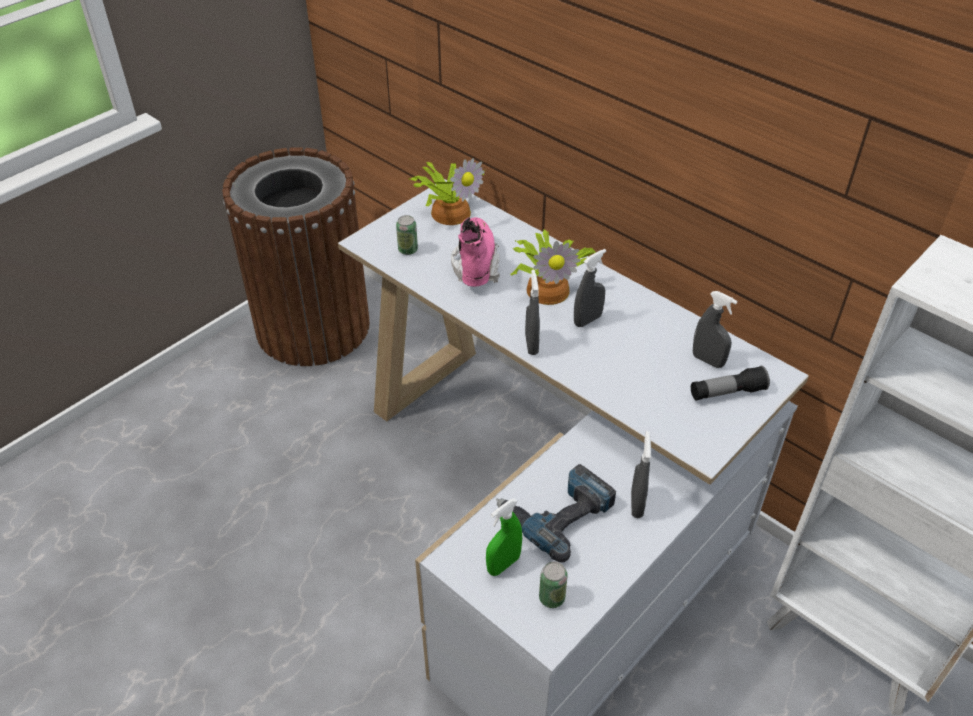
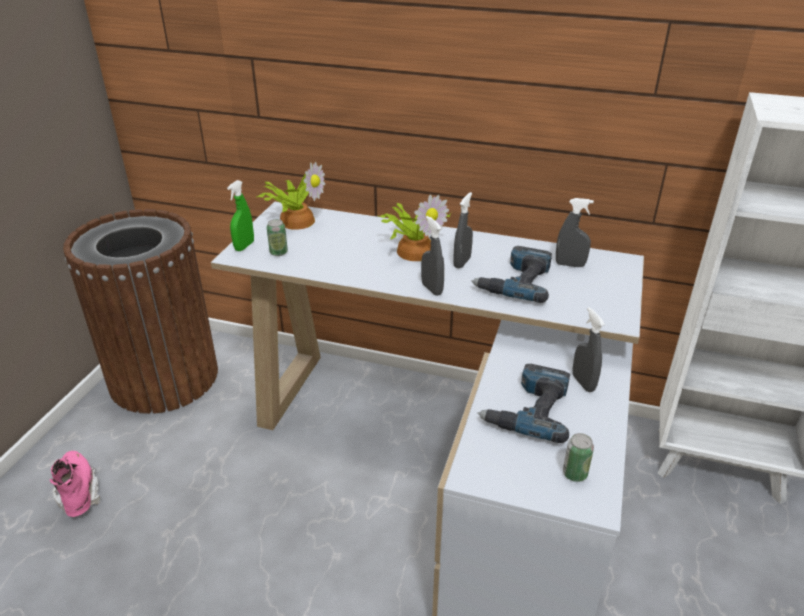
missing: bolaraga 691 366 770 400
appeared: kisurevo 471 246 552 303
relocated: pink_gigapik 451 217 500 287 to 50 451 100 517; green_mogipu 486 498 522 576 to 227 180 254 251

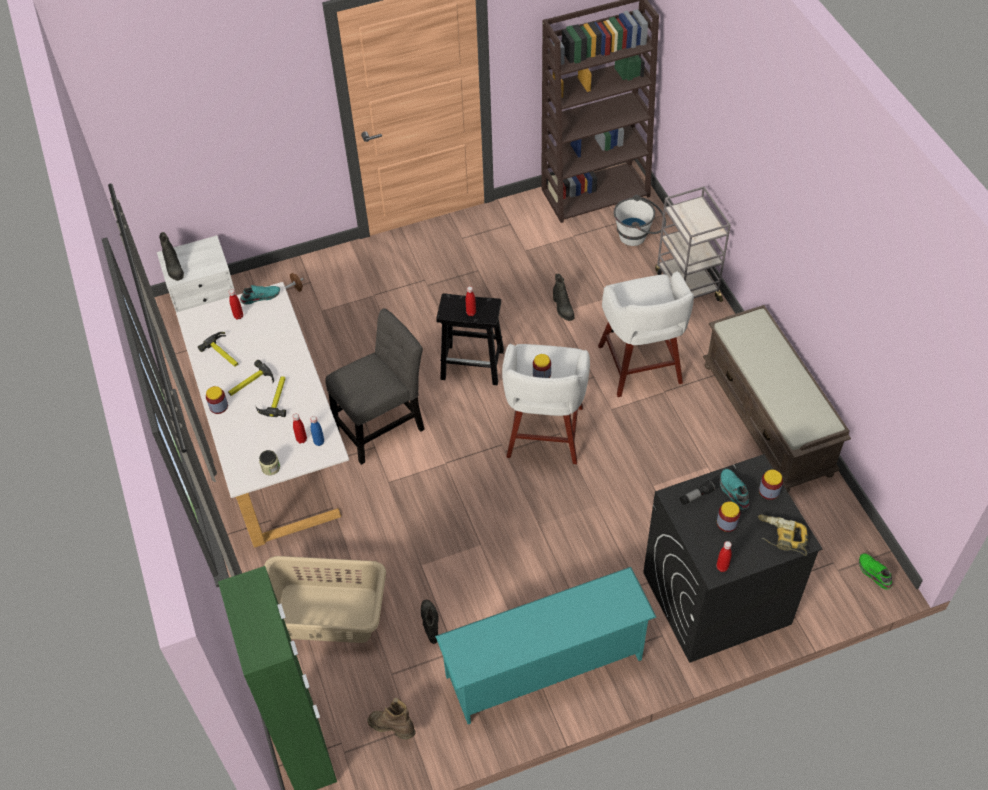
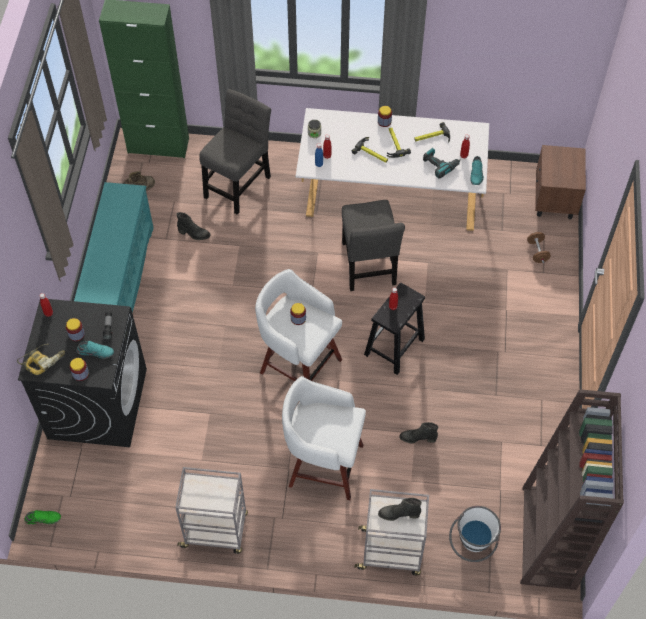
appeared: kisurevo 423 148 461 178
relocated: black_gigapik 159 232 184 281 to 378 498 422 521
exchanged: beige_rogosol 264 556 386 643 to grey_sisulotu 199 89 271 215; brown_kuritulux 703 305 851 492 to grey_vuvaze 175 467 248 554
colour: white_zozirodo 157 235 236 313 to brown_zozirodo 535 145 586 219

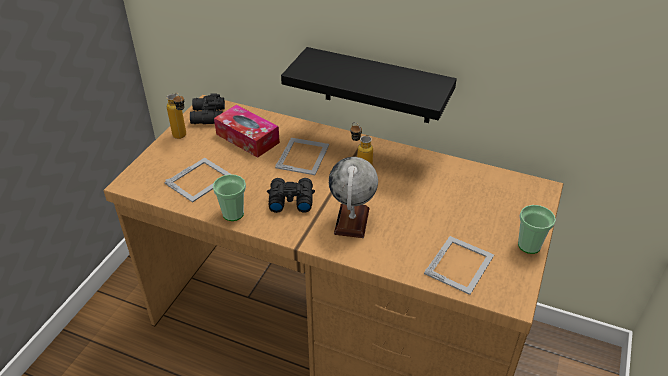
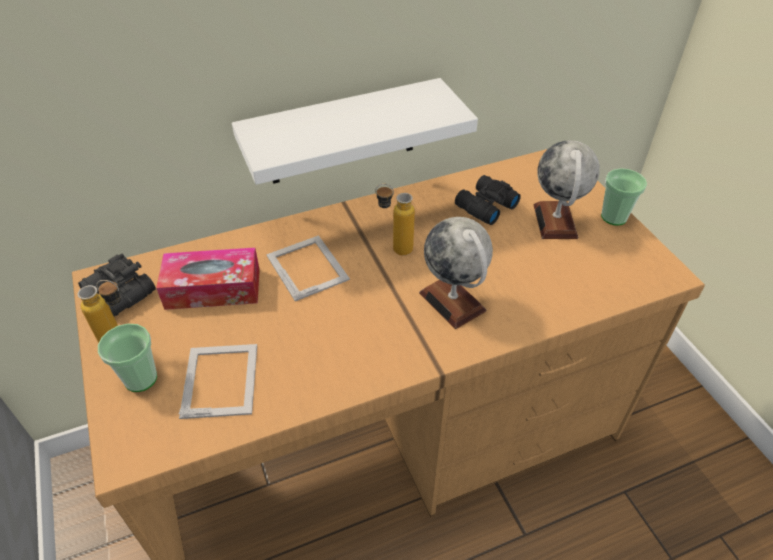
missing: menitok 424 236 494 295
appeared: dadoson 534 140 600 239
relocated: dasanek 213 174 246 221 to 98 324 157 392; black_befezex 267 178 315 213 to 455 175 521 225
colour: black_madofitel 281 47 457 123 to white_madofitel 232 78 478 185

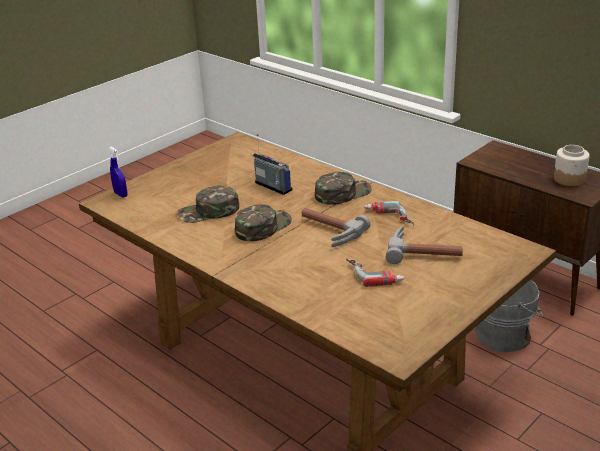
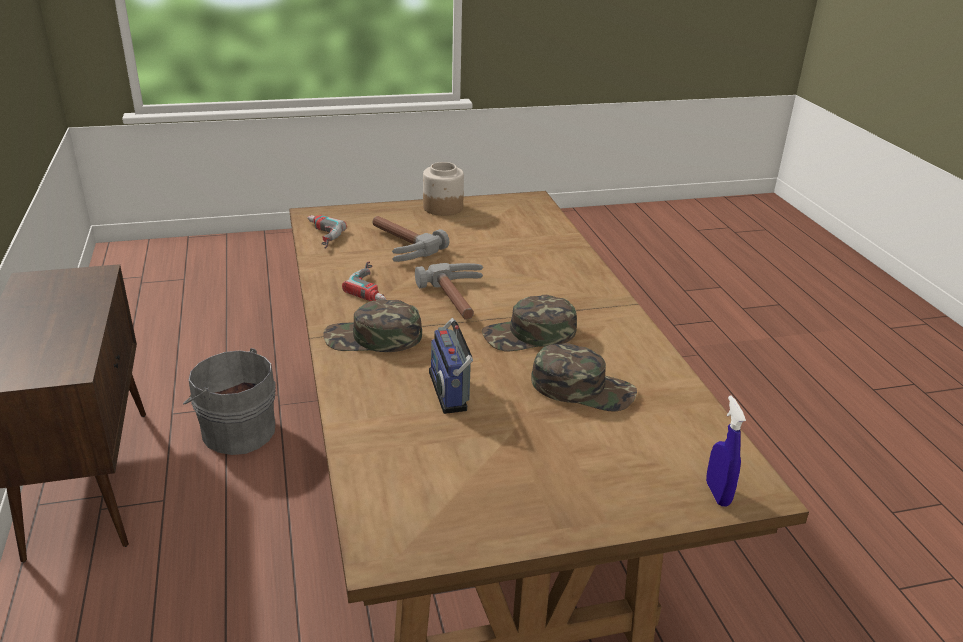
relocated: kisurevo 346 258 405 287 to 307 215 347 249; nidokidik 554 145 590 186 to 423 162 464 216

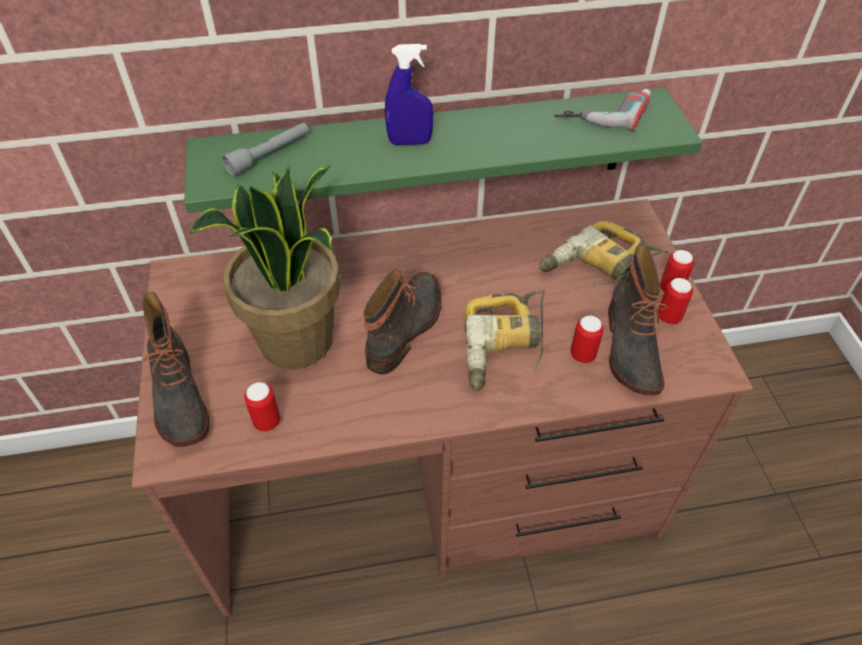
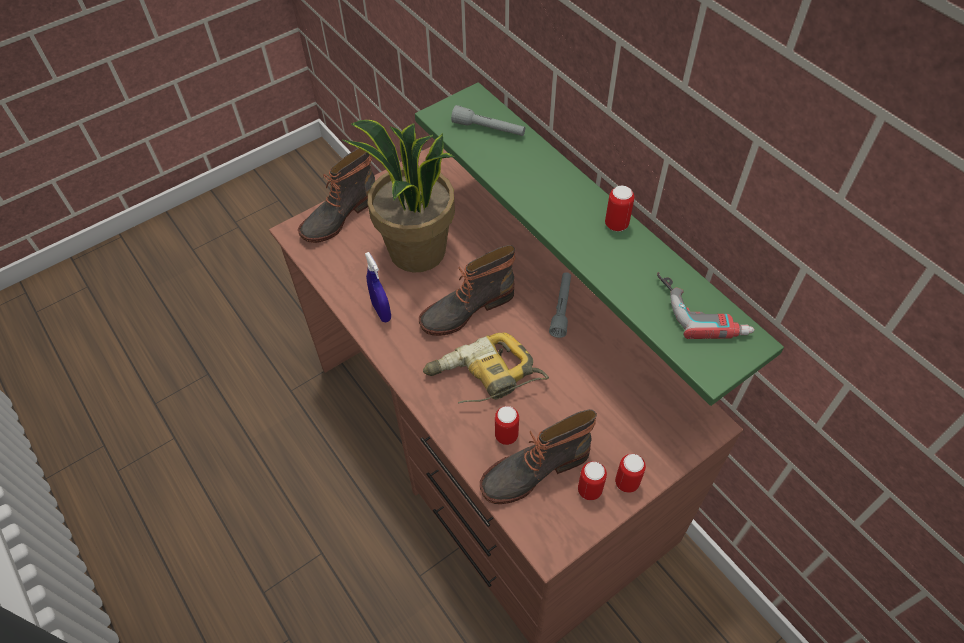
missing: kisurevo 539 221 668 289
appeared: grey_bolaraga 549 272 571 338
relocated: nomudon 244 382 280 431 to 605 185 635 232; blue_mogipu 385 44 434 145 to 365 252 391 322
spun: gigapik 363 269 442 374 = 419 245 515 336 150 degrees clockwise

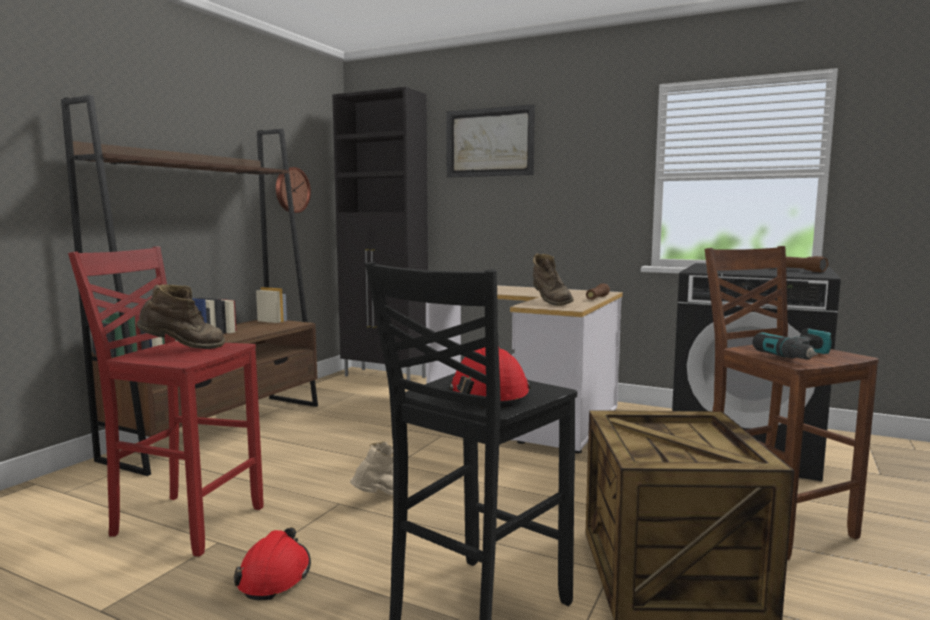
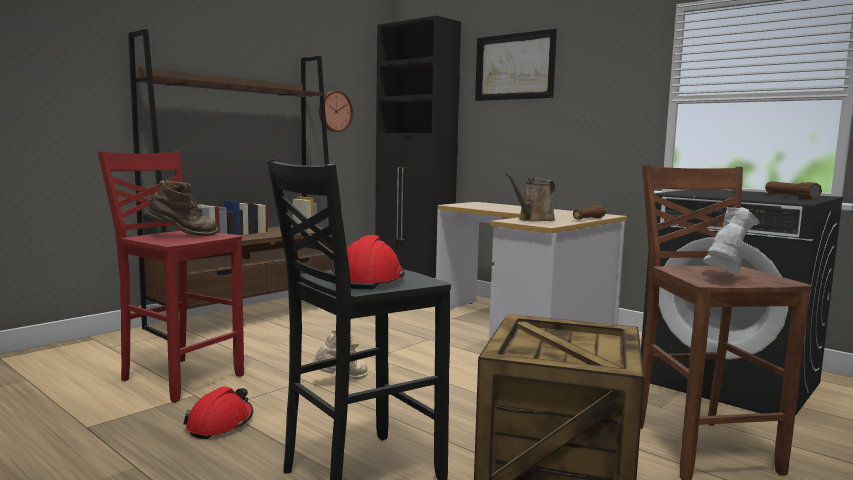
exchanged: brown_gigapik 533 253 574 306 to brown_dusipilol 506 173 556 222; kisurevo 753 328 832 360 to white_gigapik 703 207 760 275

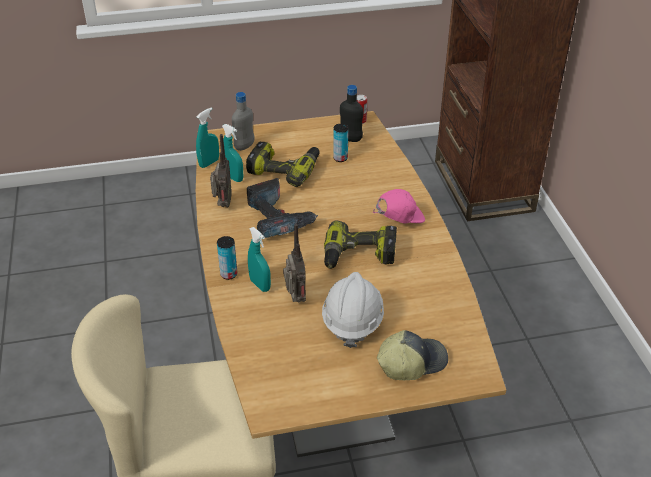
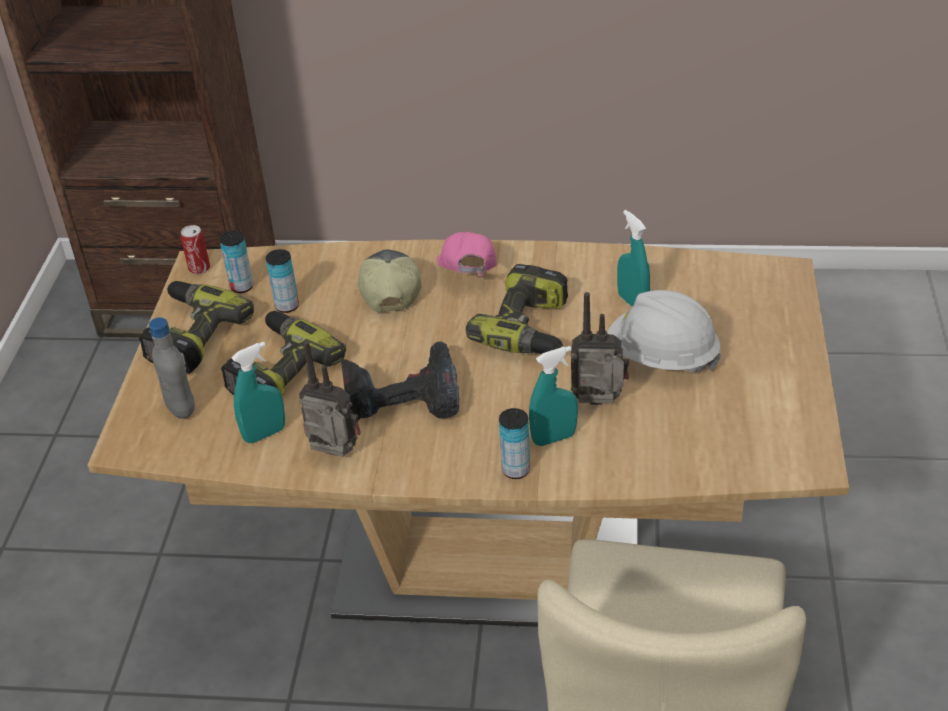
appeared: kisurevo 139 281 254 374
relocated: turquoise_mogipu 196 108 219 168 to 617 210 650 307; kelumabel 377 330 448 380 to 358 249 422 312
exchanged: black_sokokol 340 85 363 142 to nomudon 219 231 253 293

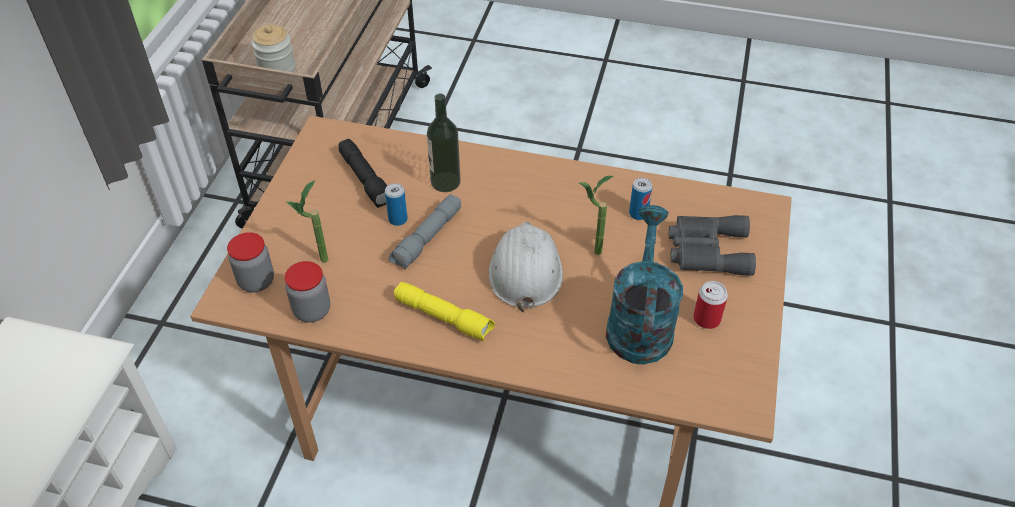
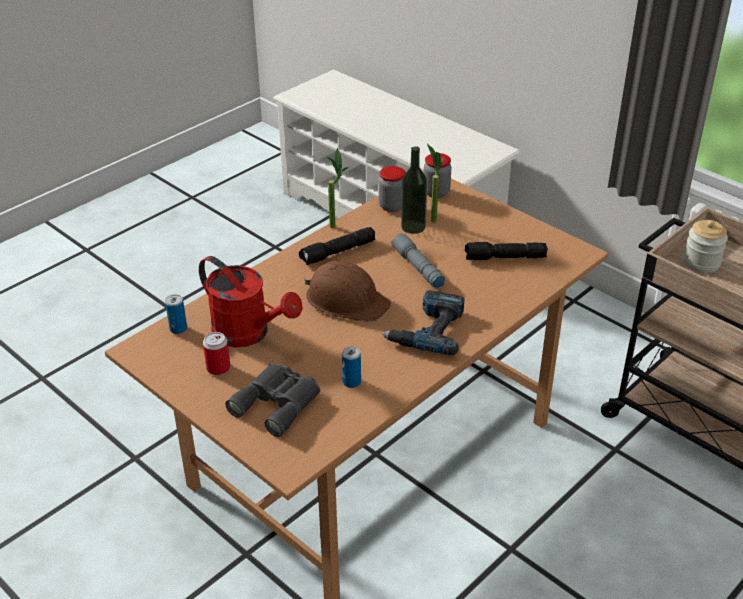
appeared: kisurevo 381 290 465 356
relocated: nomudon 385 183 408 226 to 165 294 187 334; sokokol 427 94 460 192 to 401 146 427 234; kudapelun 579 176 613 255 to 326 148 348 228
colour: yellow_bolaraga 394 282 495 342 to black_bolaraga 299 227 375 265; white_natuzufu 489 222 563 312 to brown_natuzufu 304 261 391 322; turquoise_dusipilol 606 205 683 364 to red_dusipilol 199 256 303 347

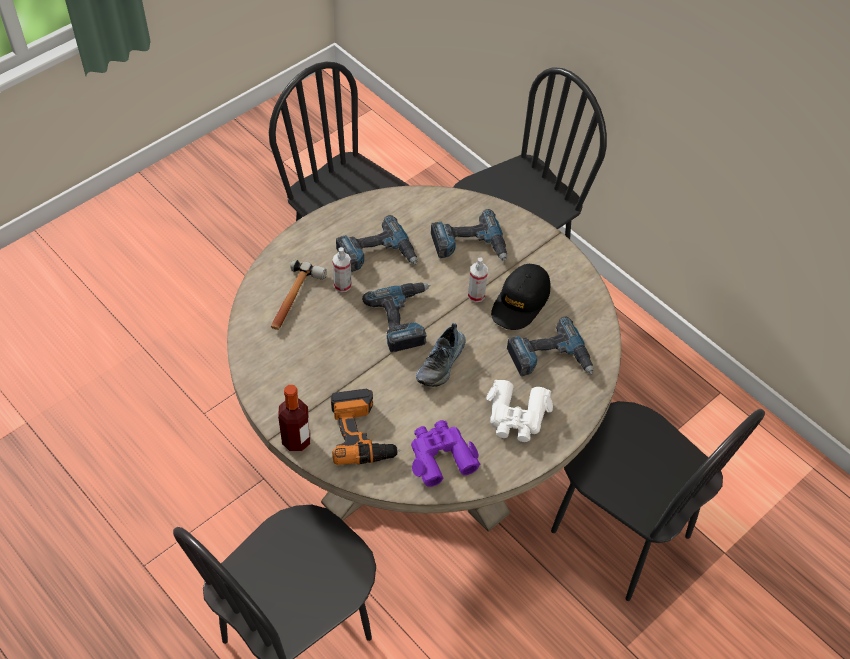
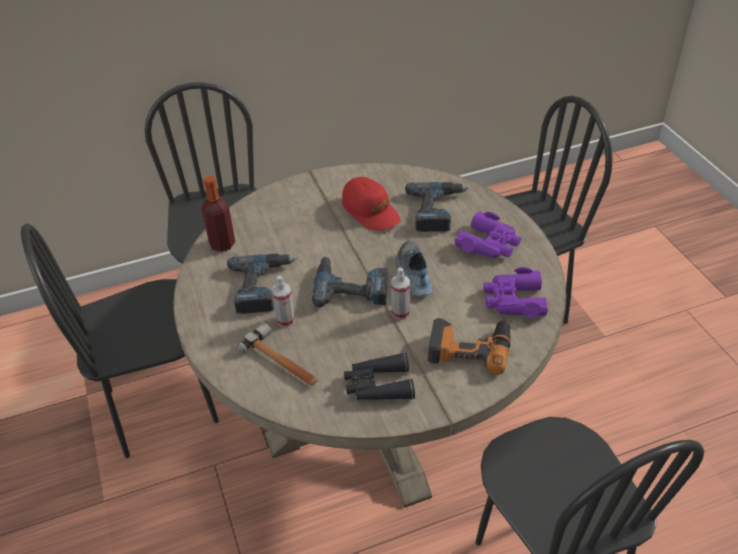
missing: kisurevo 431 209 507 261
appeared: black_befezex 344 352 415 400
relocated: sokokol 278 385 311 451 to 201 176 235 252; mogipu 468 257 488 302 to 391 267 410 320
colour: white_befezex 486 380 553 442 to purple_befezex 454 211 521 259; black_kelumabel 491 264 550 330 to red_kelumabel 342 177 401 231
spun: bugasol 416 323 466 387 = 396 240 433 296 150 degrees counterclockwise

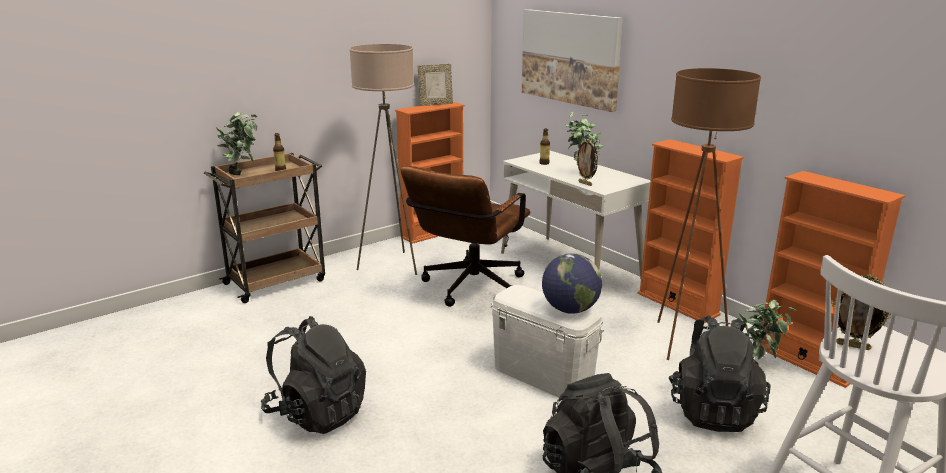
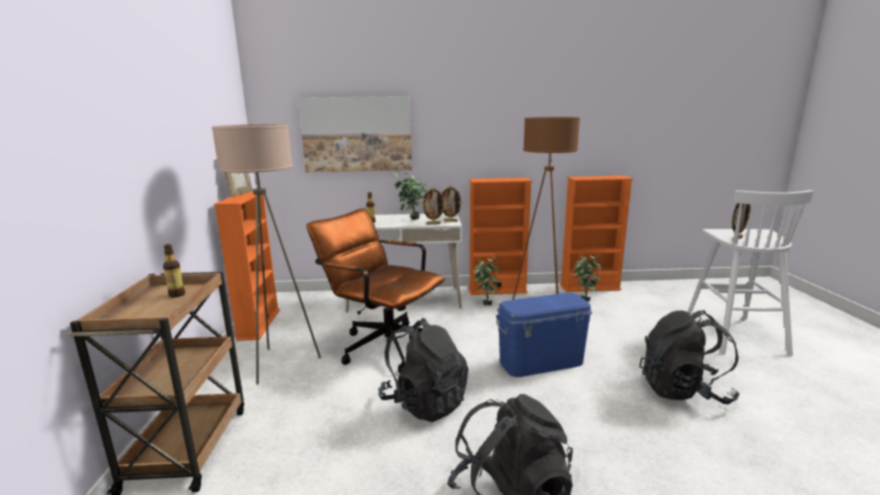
missing: dadoson 542 253 602 314
appeared: menitok 442 186 463 222
relocated: kudapelun 216 112 257 175 to 473 257 500 306; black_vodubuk 668 315 771 432 to 378 318 468 422
colour: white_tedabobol 491 285 604 398 to blue_tedabobol 496 293 592 377
spun: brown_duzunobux 400 166 530 307 = 306 208 445 373 150 degrees clockwise

